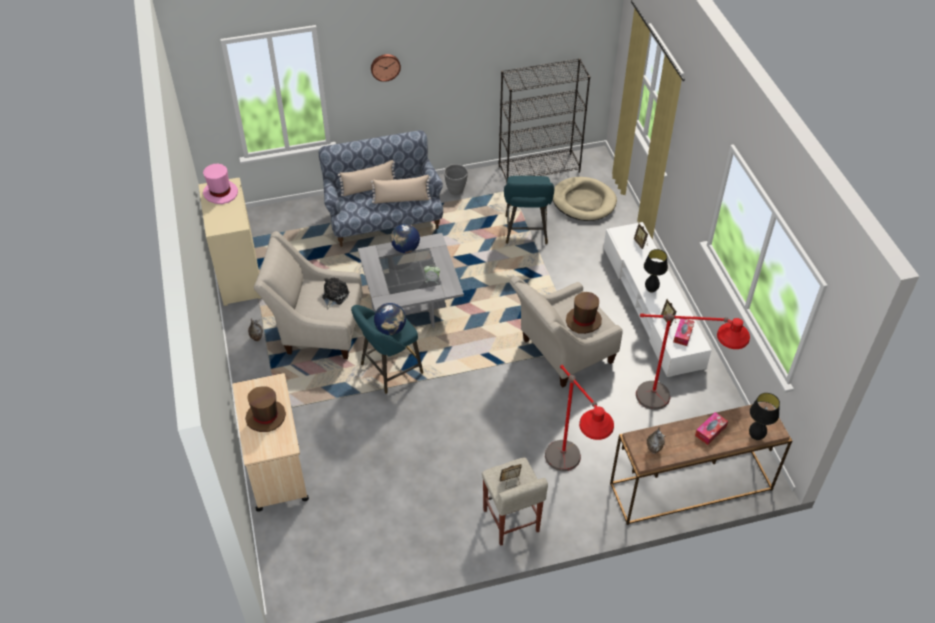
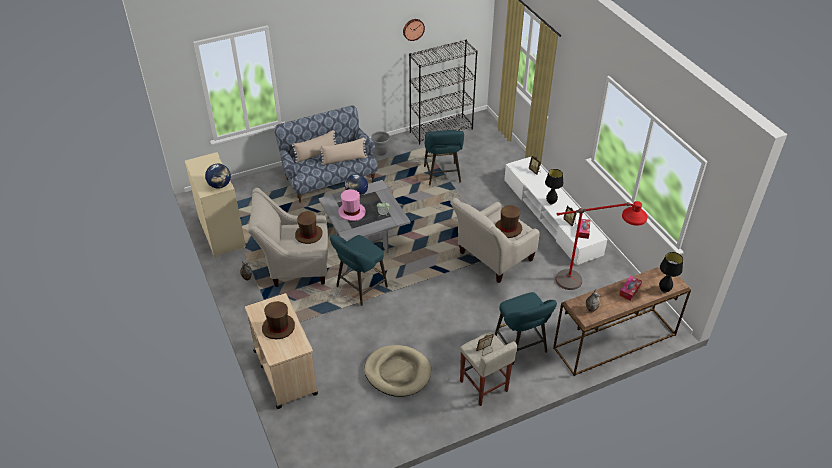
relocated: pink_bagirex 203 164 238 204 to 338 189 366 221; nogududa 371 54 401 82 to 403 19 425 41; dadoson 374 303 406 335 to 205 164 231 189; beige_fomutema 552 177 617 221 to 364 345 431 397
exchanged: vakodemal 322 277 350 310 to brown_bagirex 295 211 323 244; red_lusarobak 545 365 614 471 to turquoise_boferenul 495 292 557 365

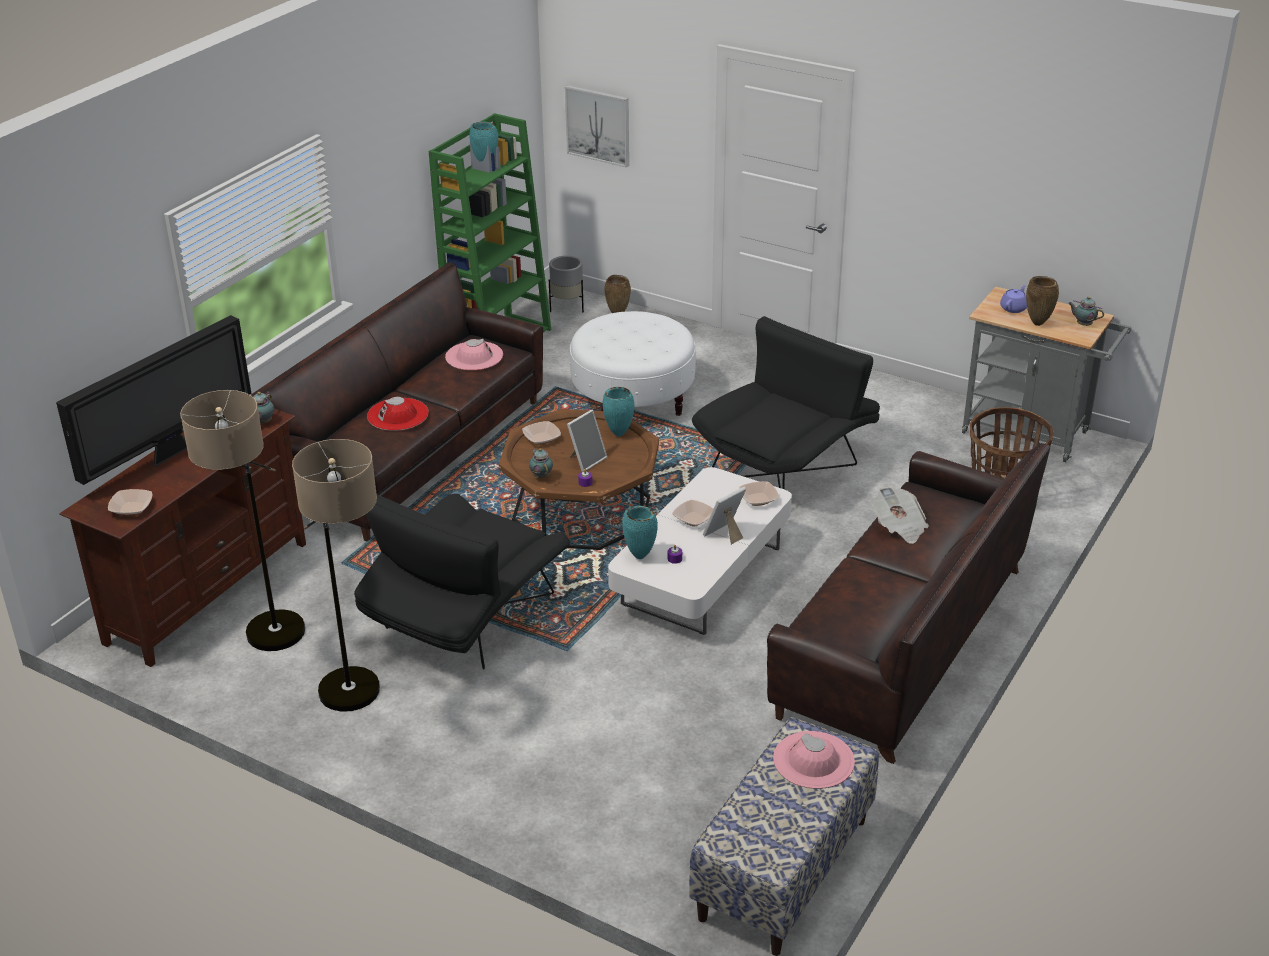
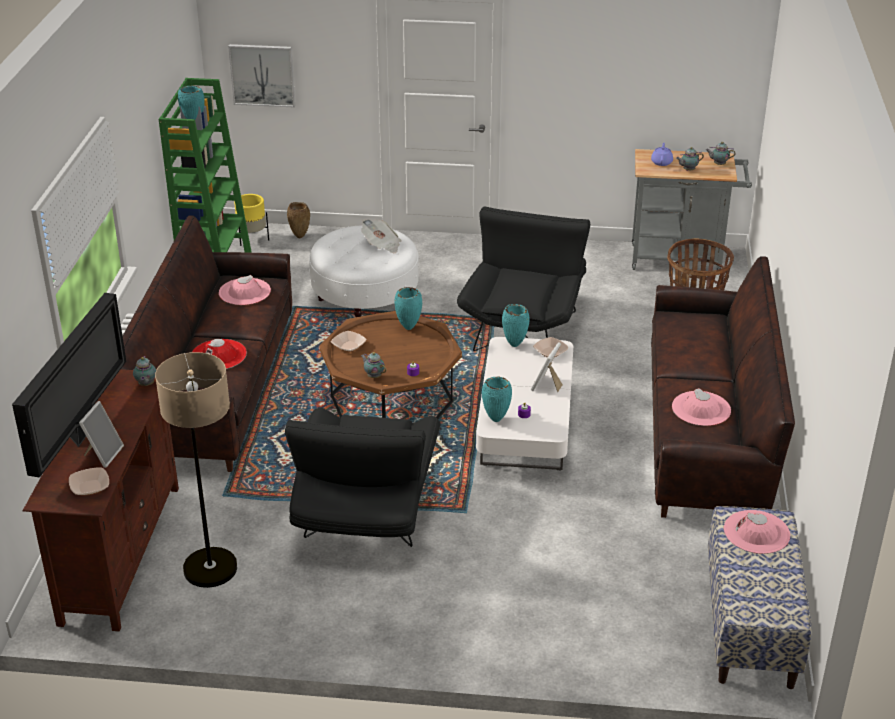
missing: lusarobak 292 439 380 712; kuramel 672 500 713 526
appeared: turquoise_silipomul 502 304 530 347; pink_bagirex 672 388 731 426
relocated: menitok 567 410 607 472 to 79 401 124 468; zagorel 873 486 929 544 to 361 219 401 253
exchanged: brown_silipomul 1026 276 1059 326 to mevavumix 676 147 704 171
colour: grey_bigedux 549 256 584 312 to yellow_bigedux 234 194 269 246

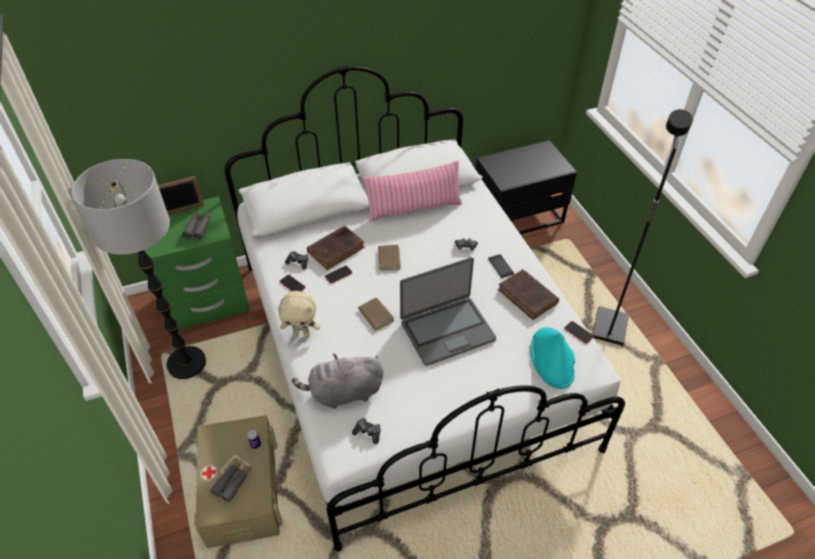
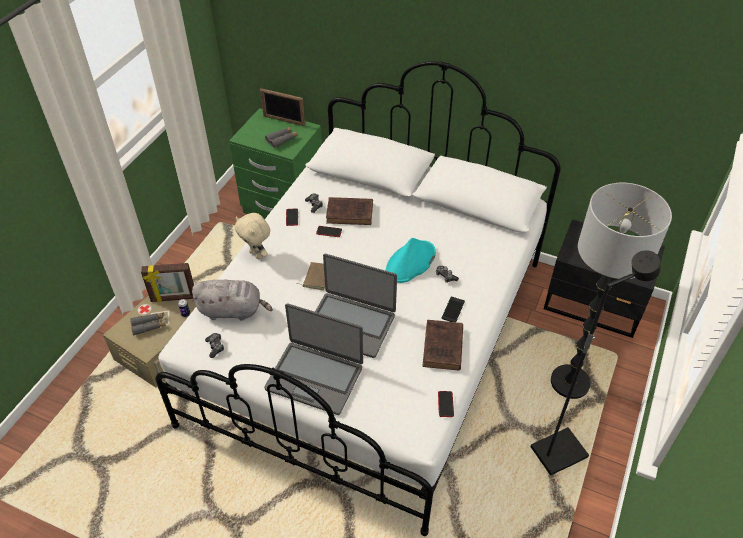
missing: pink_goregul 363 161 462 222; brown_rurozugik 372 245 401 270
appeared: menitok 141 263 194 302; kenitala 264 303 363 415
relocated: lusarobak 72 159 206 379 to 551 183 672 399; turquoise_bagirex 530 327 575 389 to 386 238 436 283
spun: grey_vakodemal 292 353 383 409 = 192 279 273 321 150 degrees clockwise

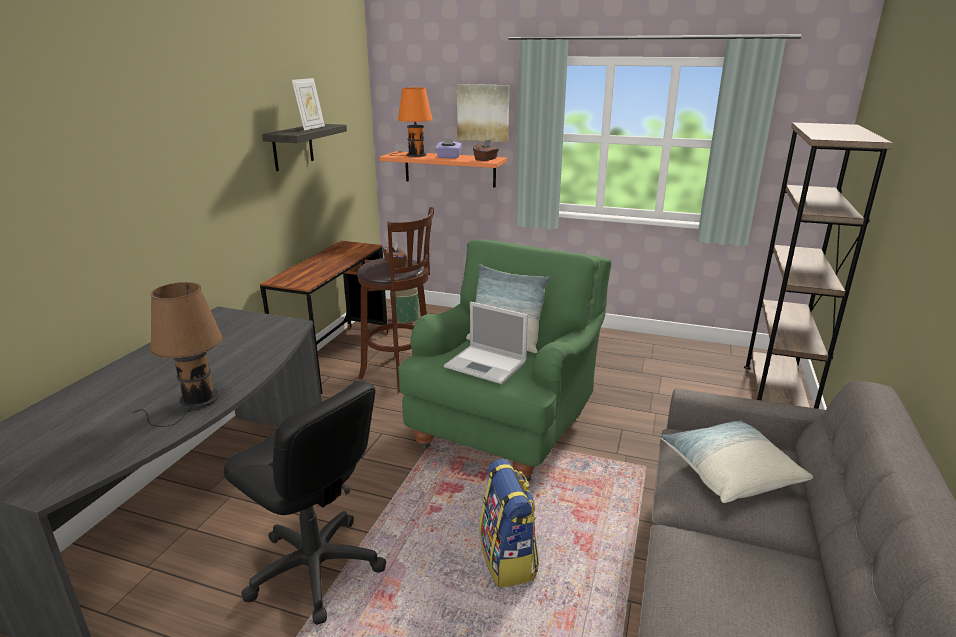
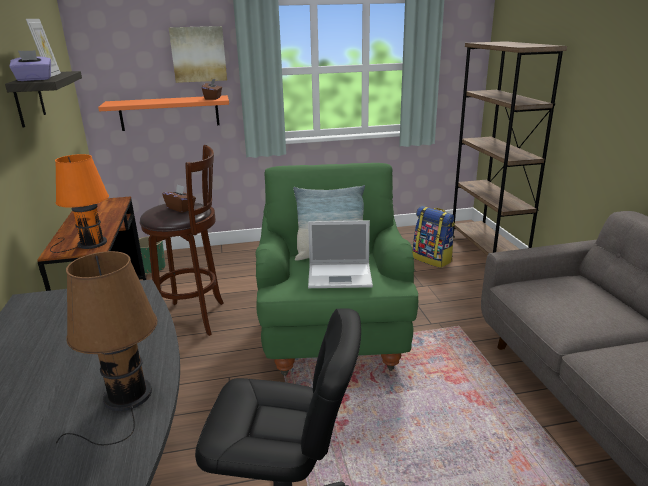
missing: goregul 660 420 813 503
relocated: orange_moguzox 390 87 433 157 to 50 154 109 253; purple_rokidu 435 138 462 158 to 9 50 51 81; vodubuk 479 459 539 588 to 412 206 455 268

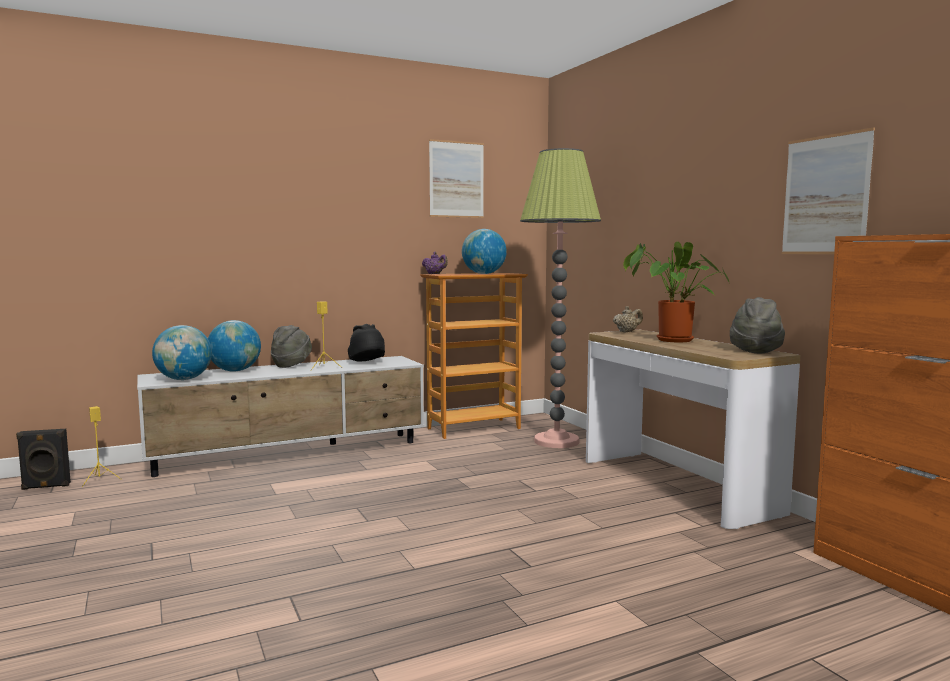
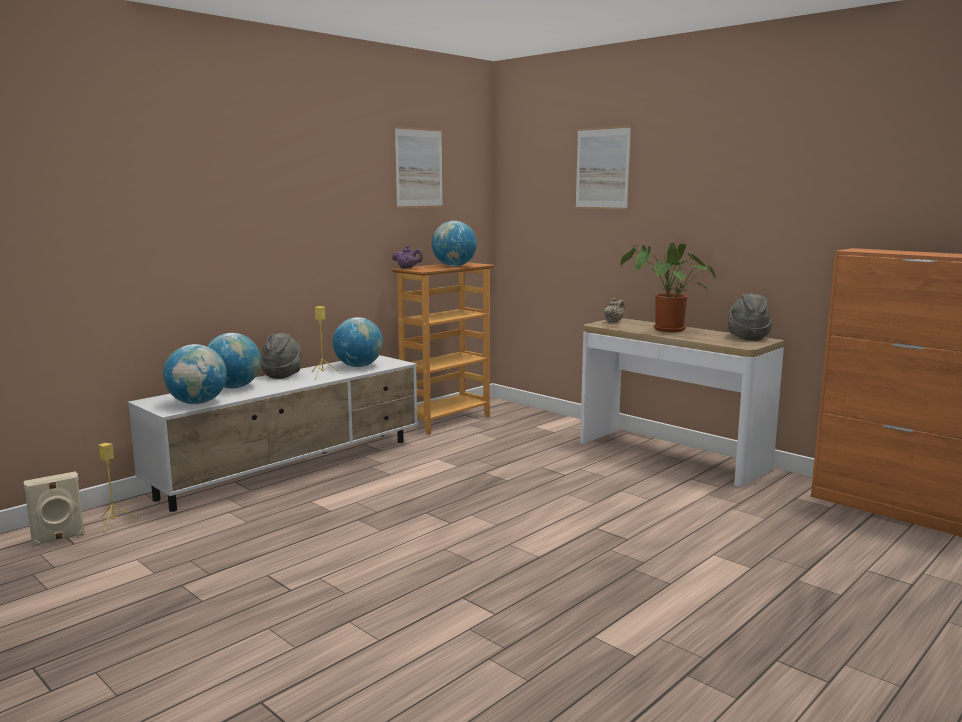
missing: lusarobak 520 148 601 448
relocated: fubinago 782 127 875 254 to 575 126 631 210
exchanged: black_bagirex 348 324 385 362 to dadoson 333 317 383 367
colour: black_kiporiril 16 429 71 490 to beige_kiporiril 24 471 85 546

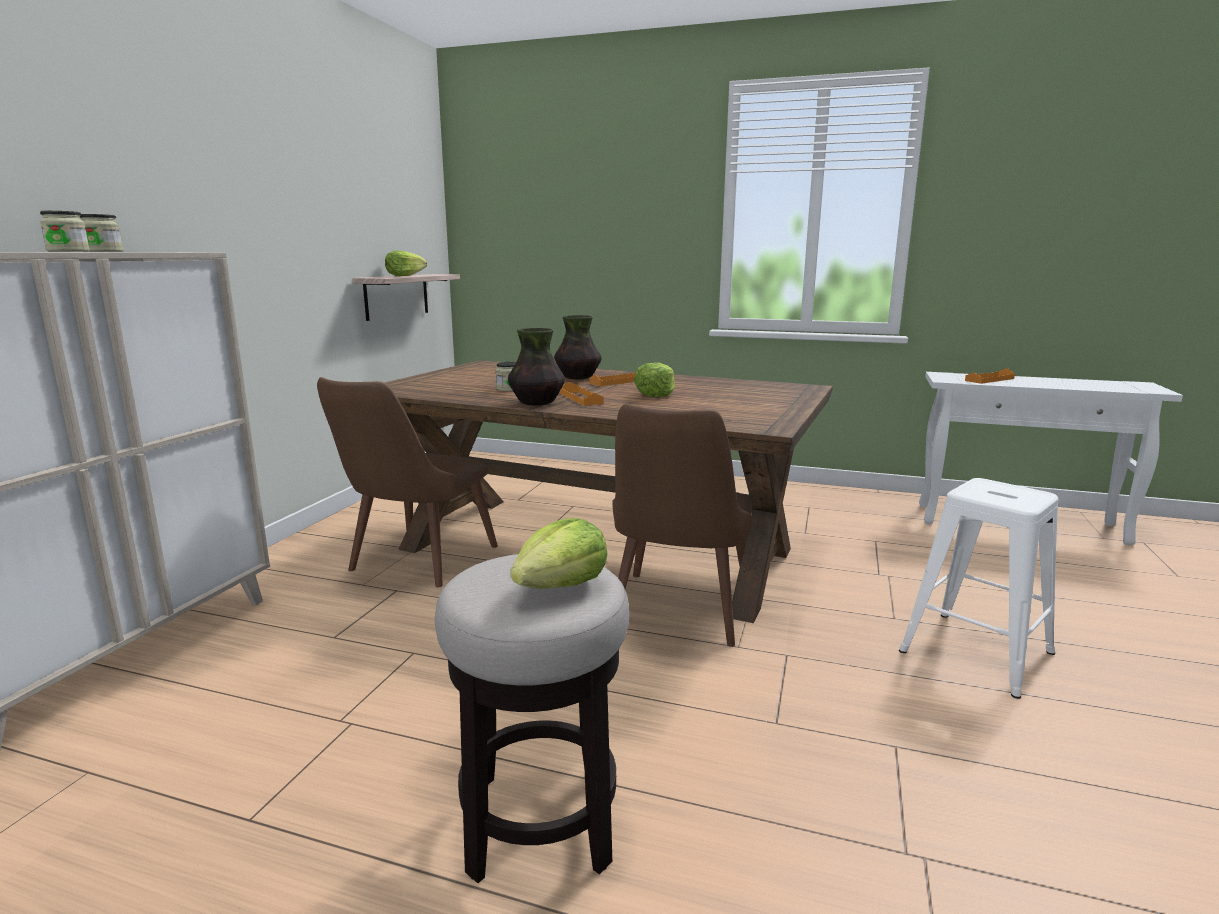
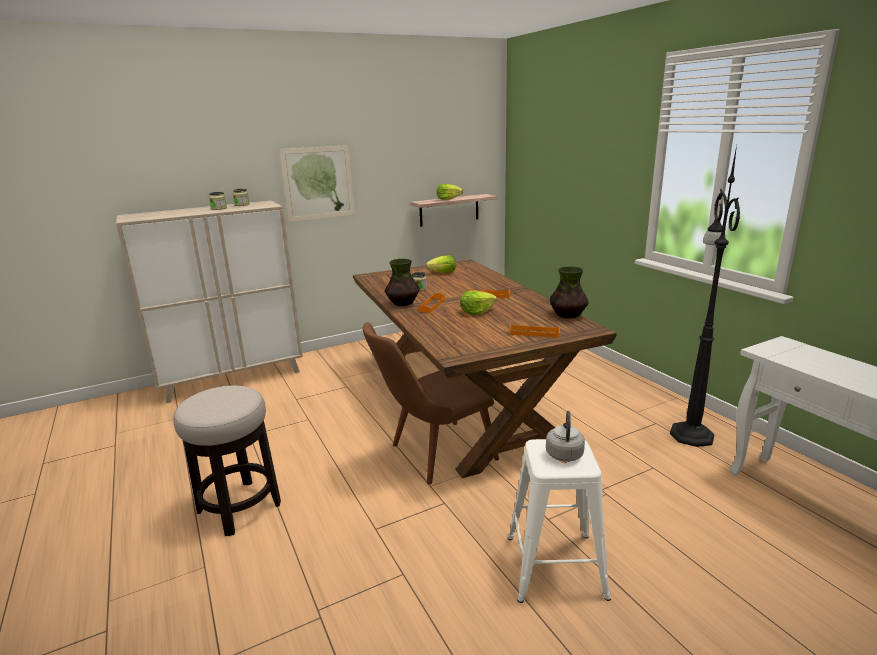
missing: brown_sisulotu 317 377 498 588
appeared: fubinago 279 145 355 222; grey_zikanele 546 411 585 462; black_lusarobak 670 145 740 447
relocated: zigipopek 510 518 607 589 to 426 255 456 273; silipomul 554 315 602 379 to 550 266 589 319; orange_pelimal 965 368 1015 384 to 510 324 560 338

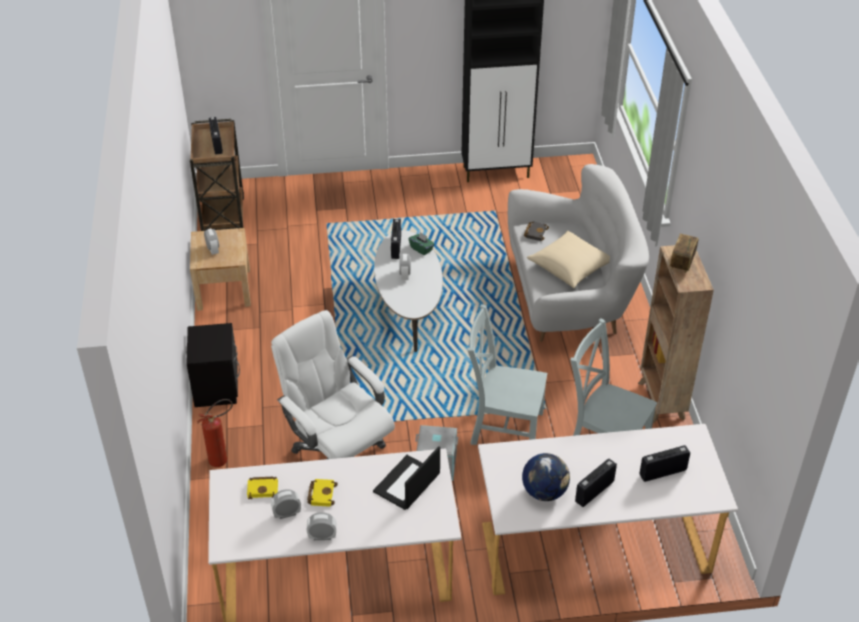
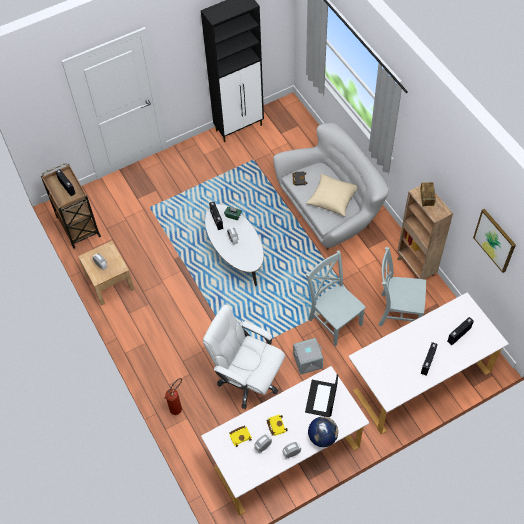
missing: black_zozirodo 186 323 240 407
appeared: fubinago 473 209 516 273
relocated: dadoson 522 453 570 501 to 308 417 338 447
spun: grey_sisulotu 467 304 547 445 = 306 250 366 346 60 degrees clockwise

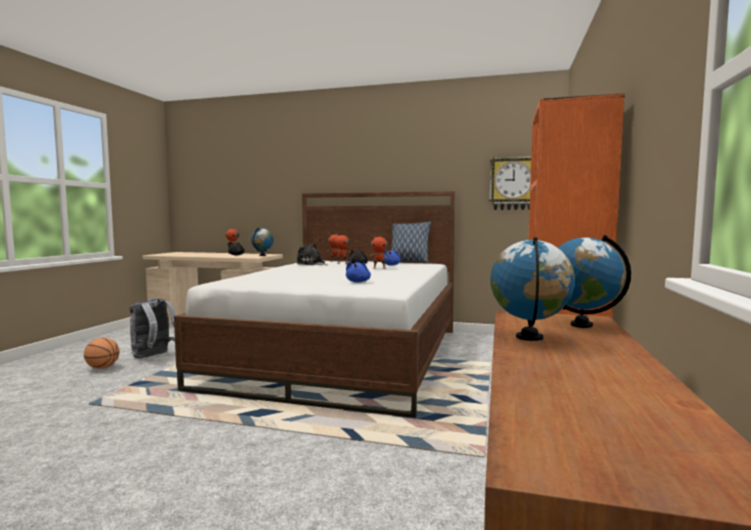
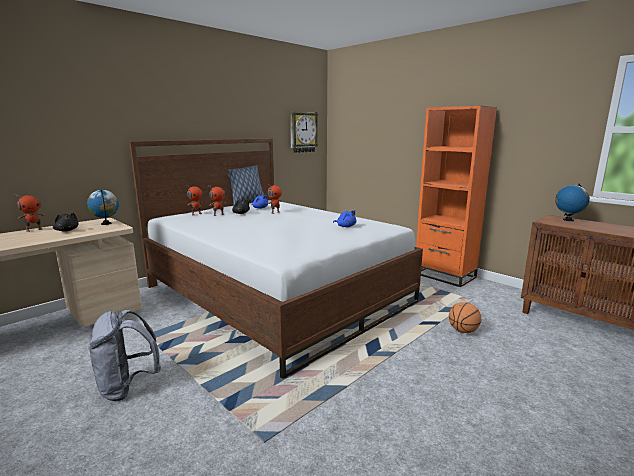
missing: vakodemal 296 243 327 265; dadoson 490 237 575 341
relocated: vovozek 84 338 120 369 to 449 302 481 333

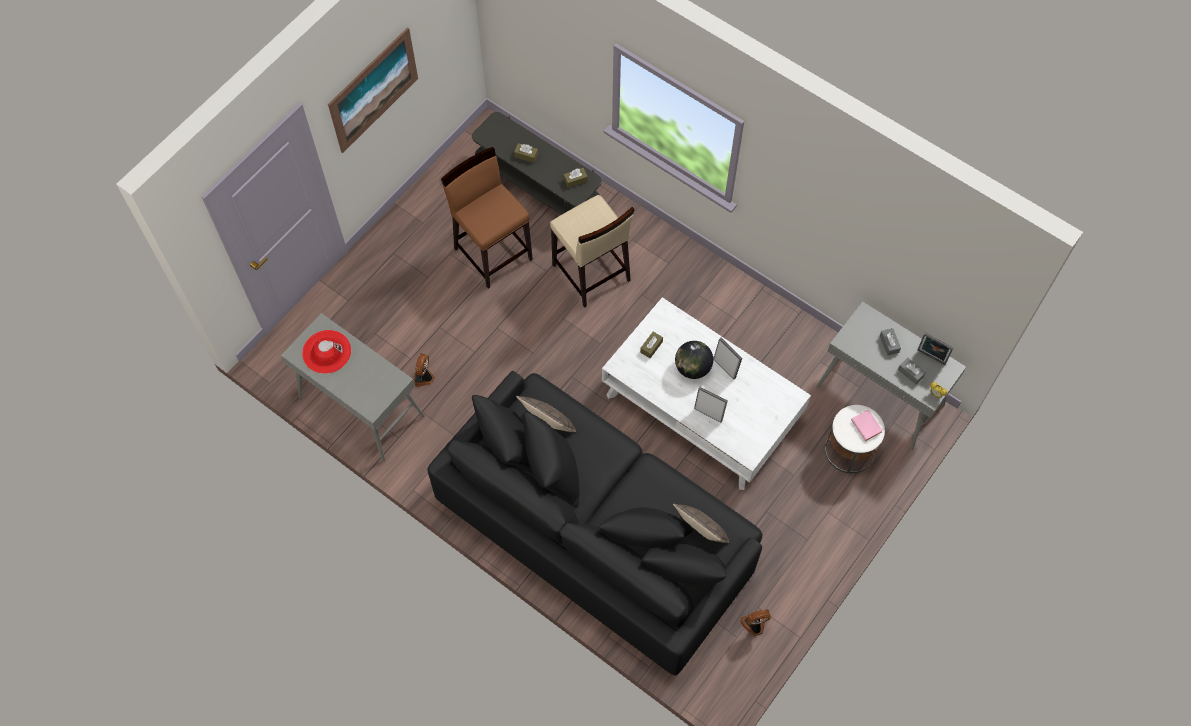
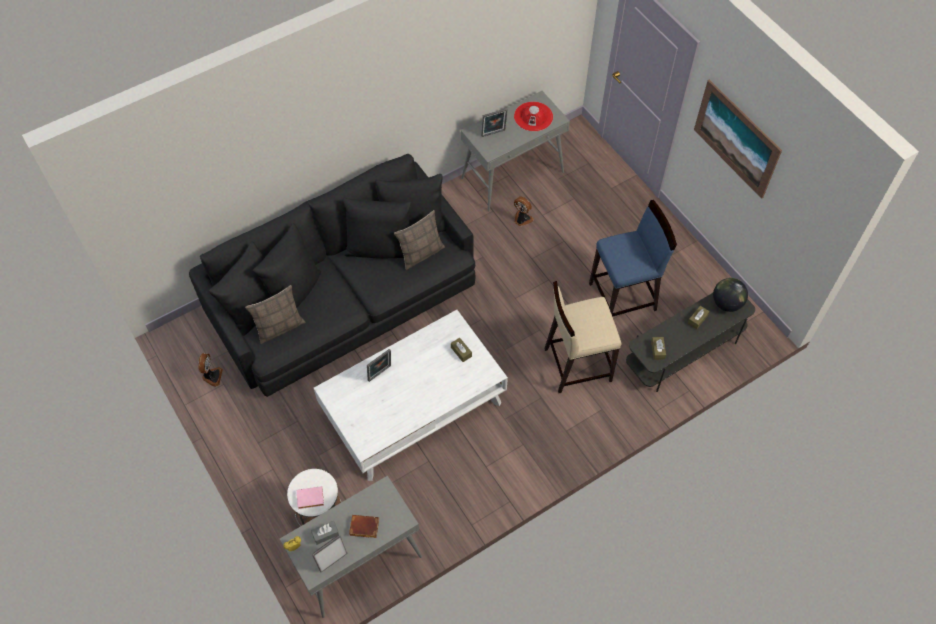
relocated: dadoson 675 341 713 379 to 713 278 748 312; menitok 713 338 742 380 to 481 108 507 137
exchanged: grey_rokidu 880 328 901 356 to brown_rurozugik 349 515 379 538
colour: brown_boferenul 441 147 533 289 to blue_boferenul 589 200 677 317

